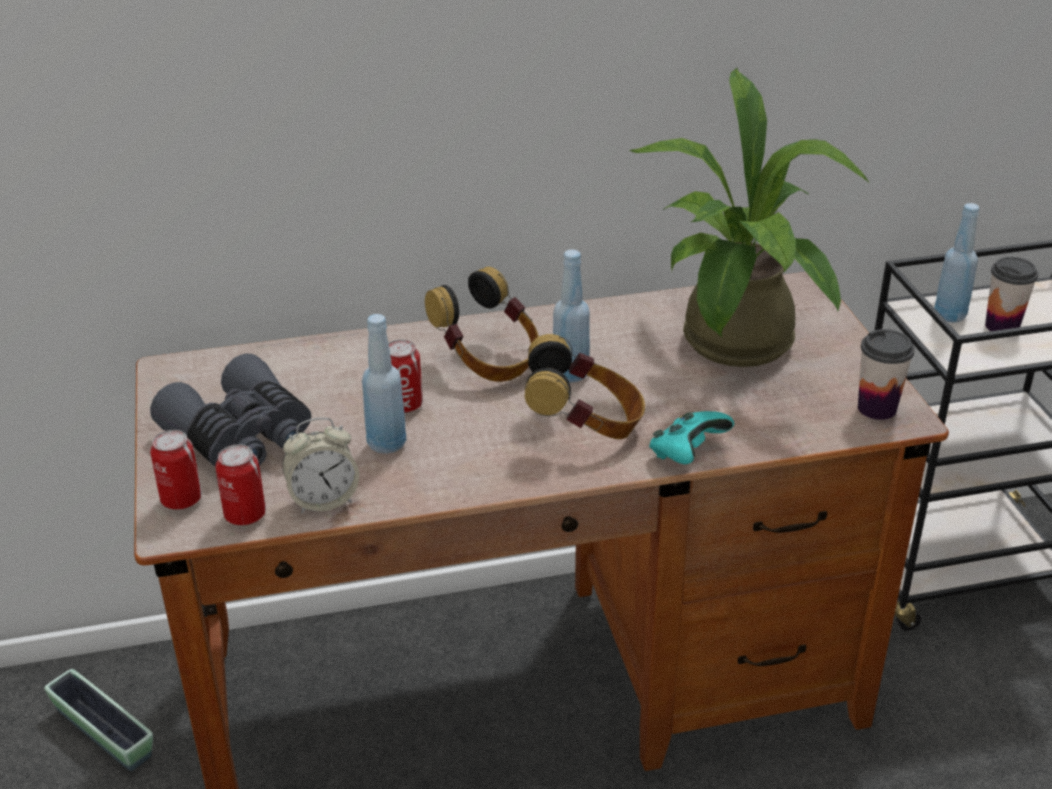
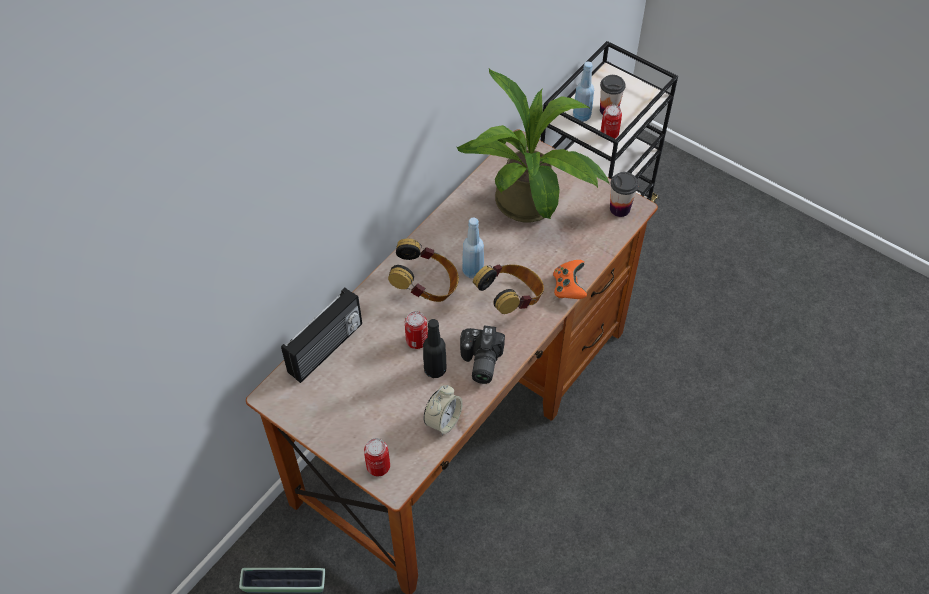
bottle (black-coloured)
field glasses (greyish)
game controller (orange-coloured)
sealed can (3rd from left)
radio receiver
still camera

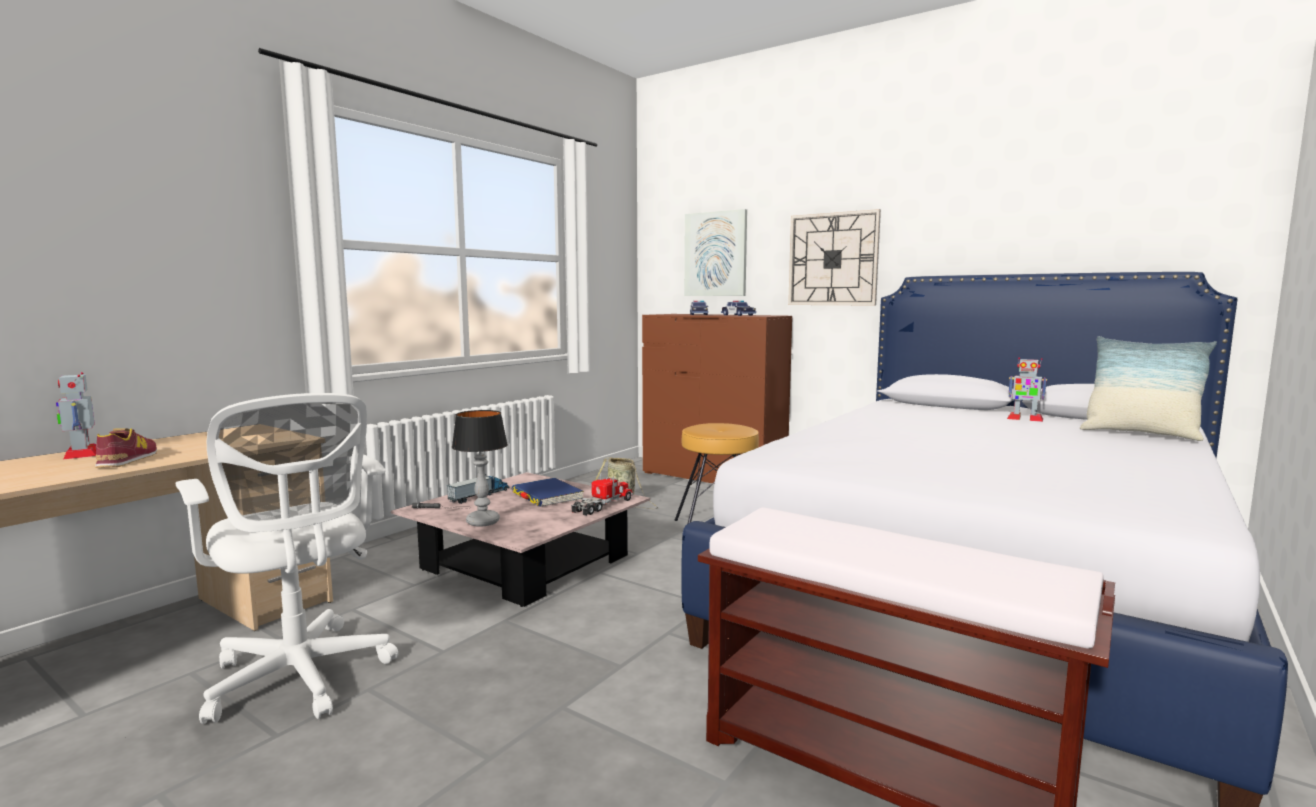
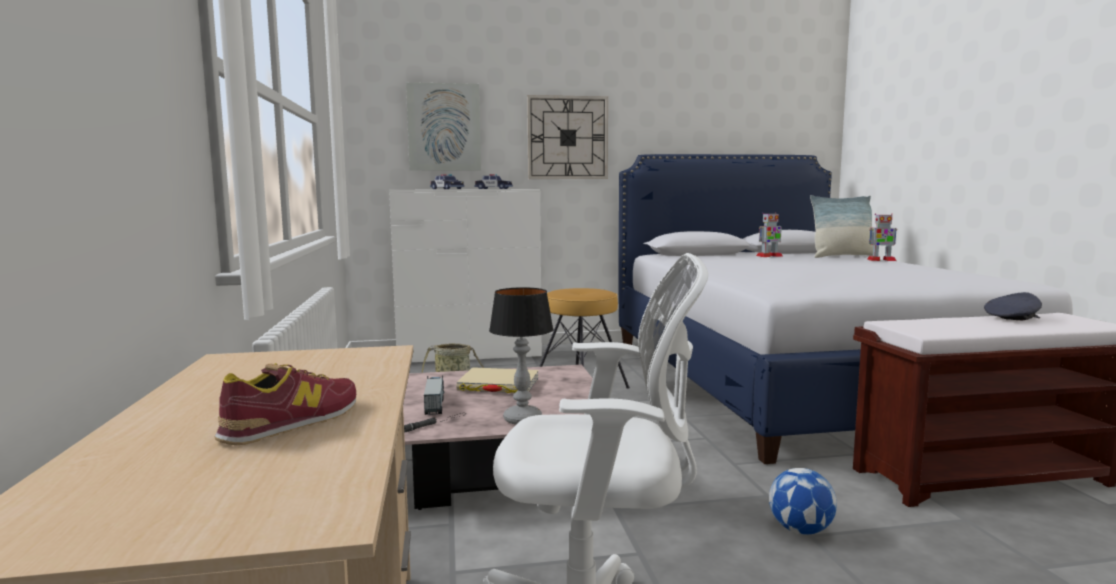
chest of drawers (white-coloured)
model robot (2nd from left)
low shoe
toy lorry (2nd from left in the first image)
bound book (beige-coloured)
peaked cap (greyish)
football ball

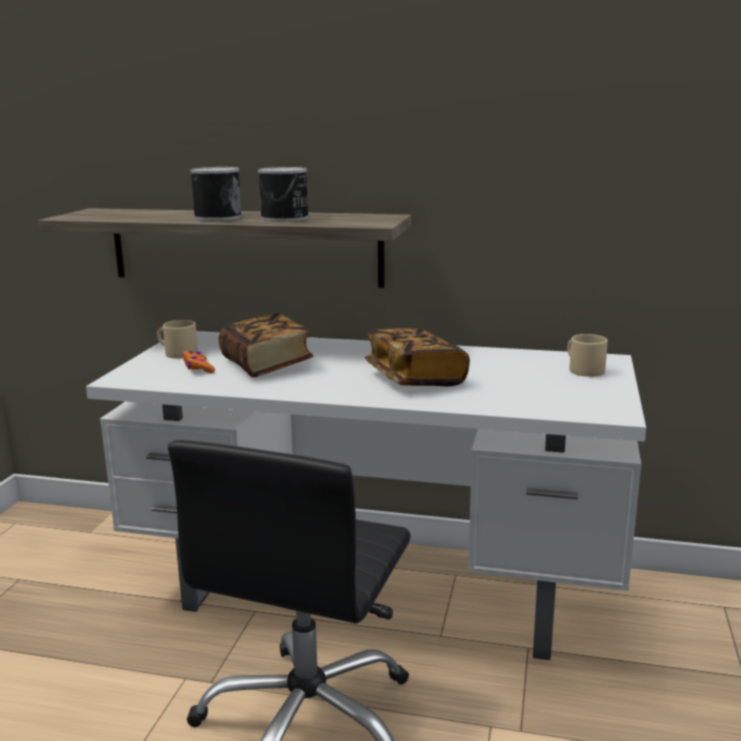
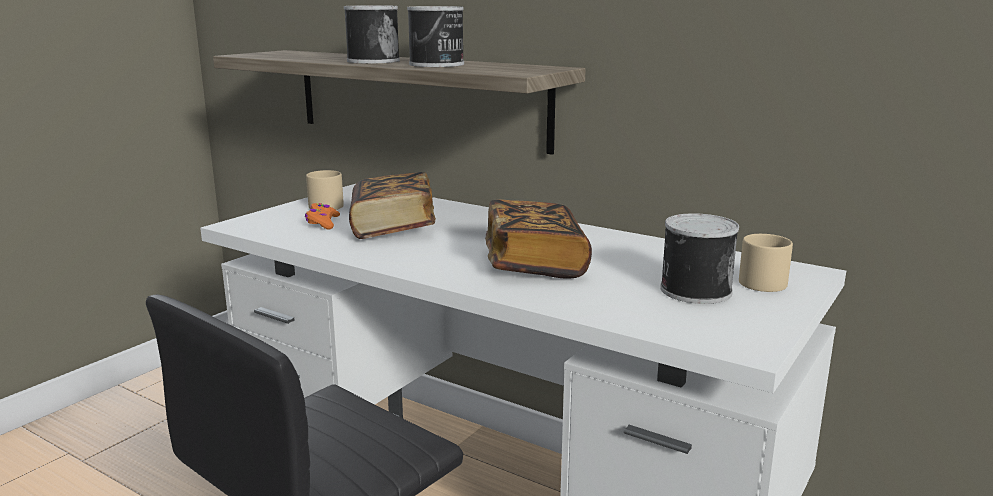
sealed can (3rd from left)

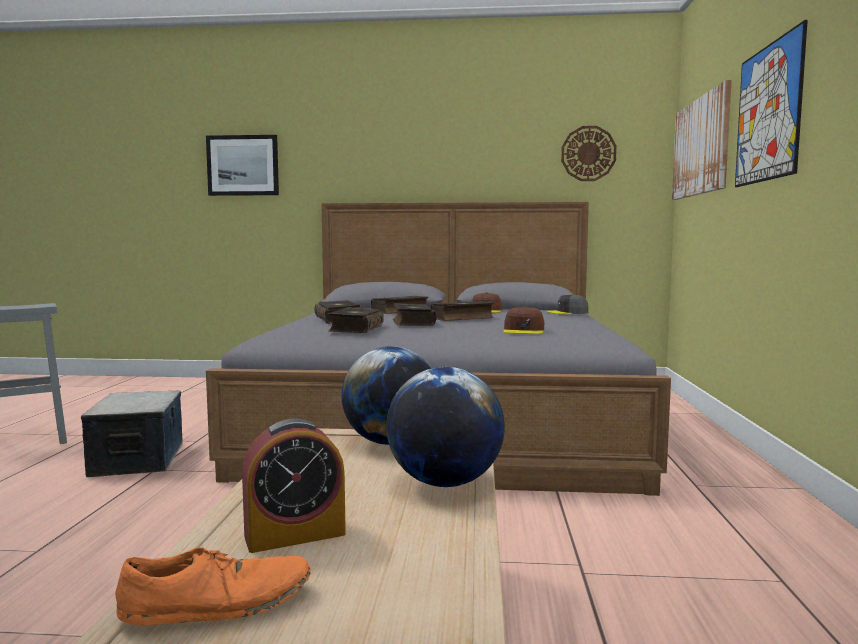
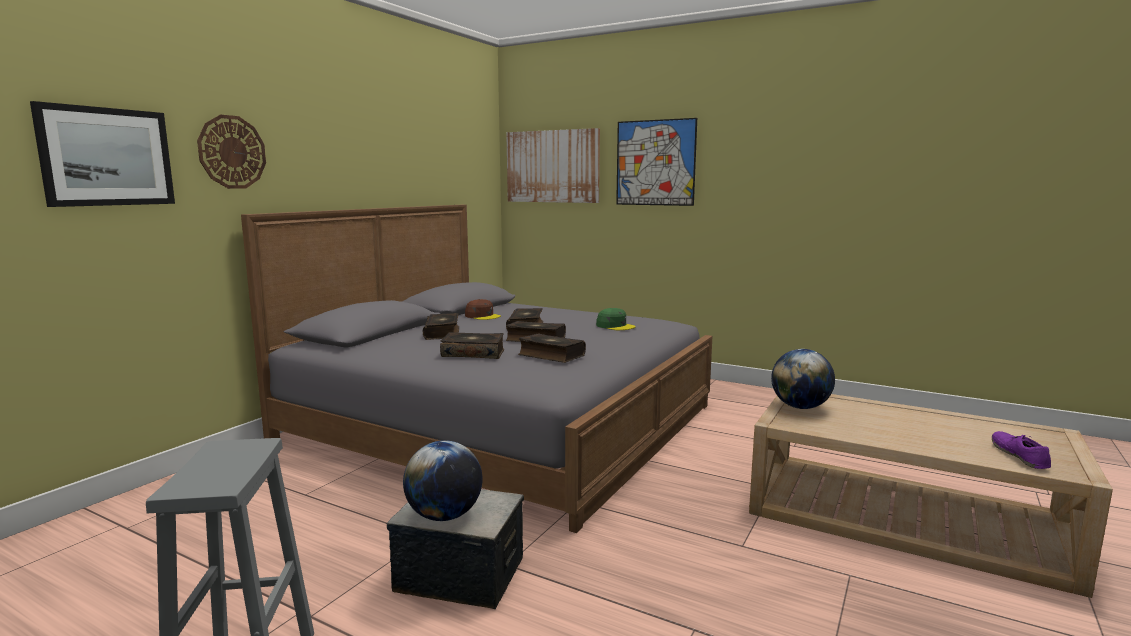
wall clock
peaked cap (greyish)
peaked cap (greenish)
world globe (1st from left)
alarm clock
low shoe (purplish)

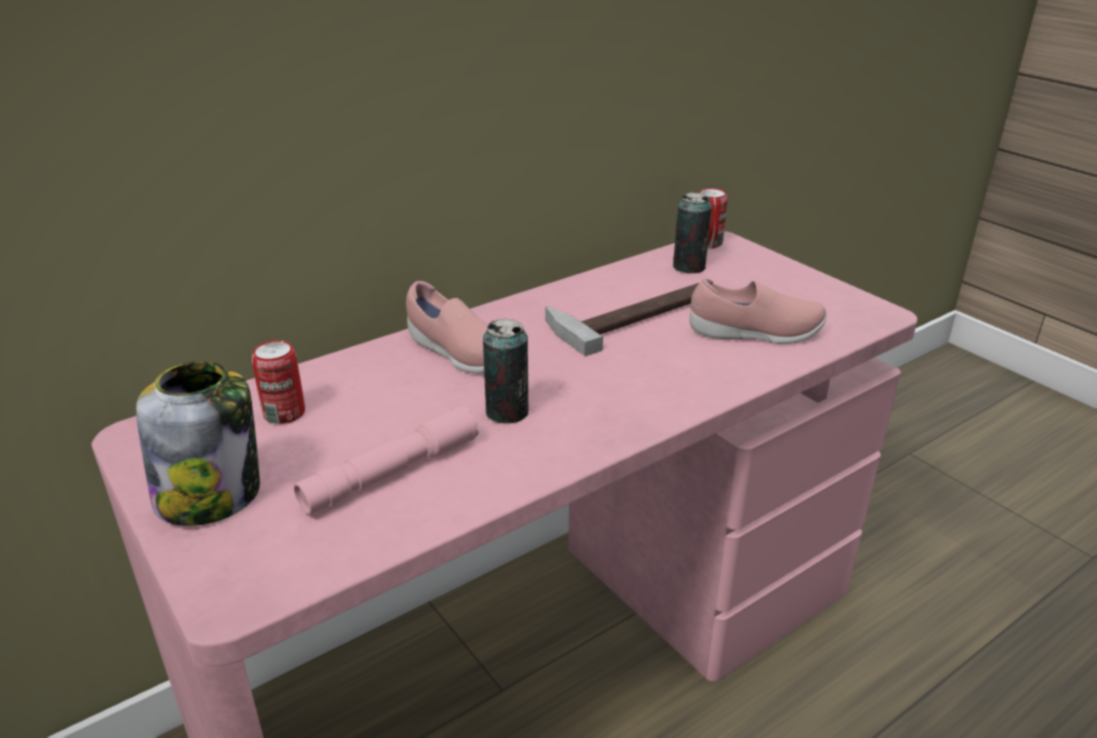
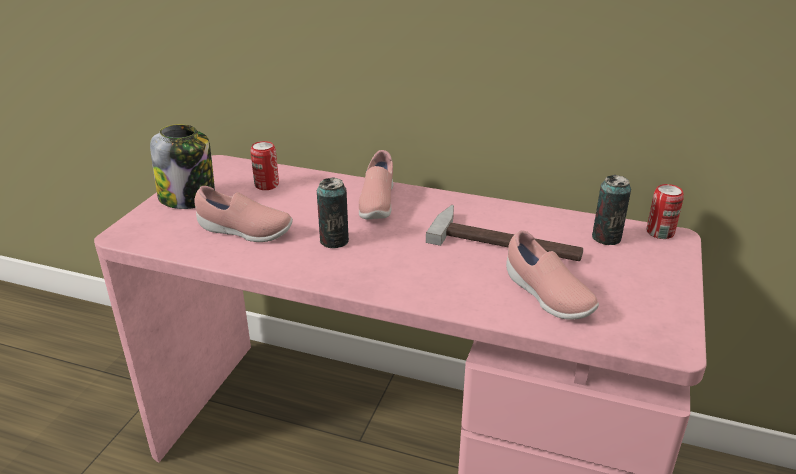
low shoe (pinkish) (1st from left)

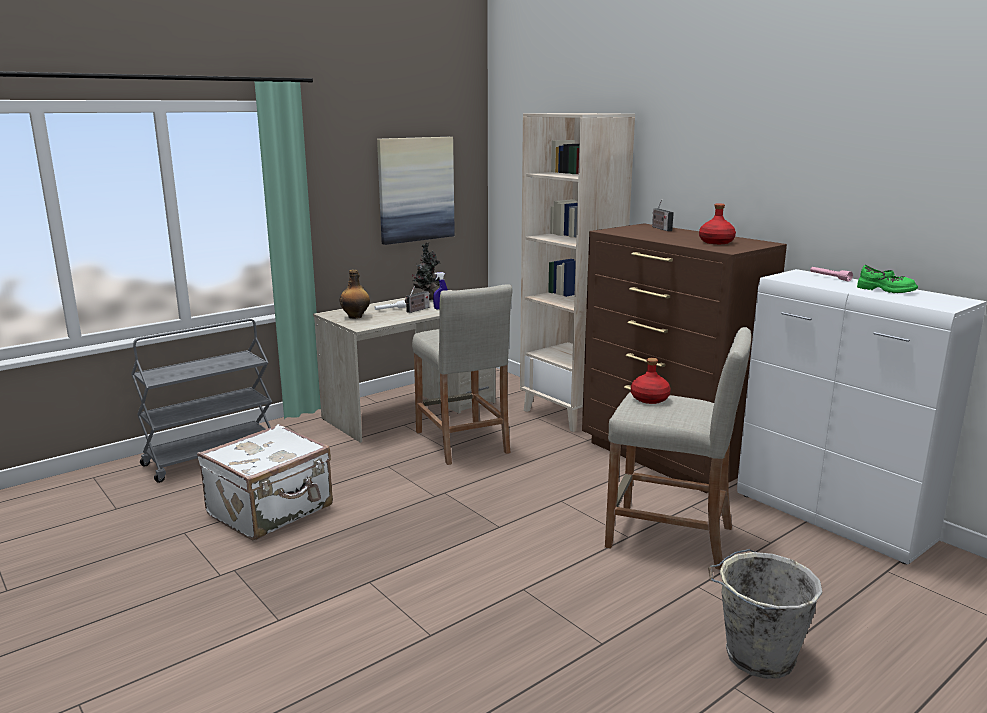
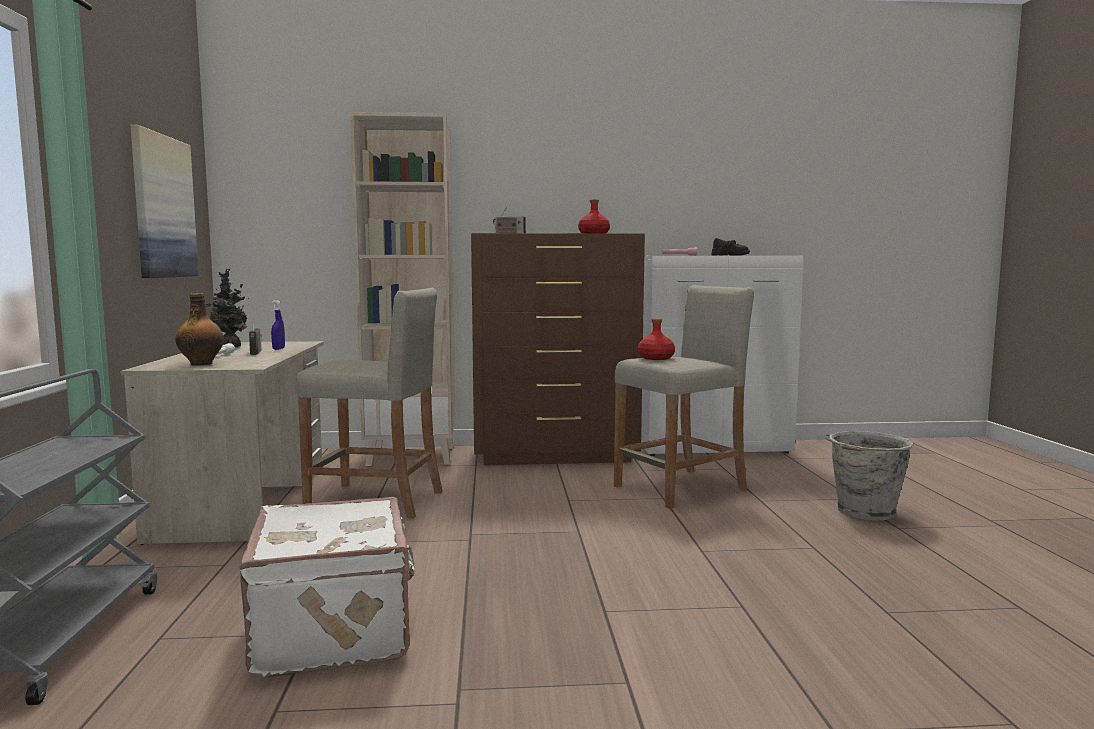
low shoe (black-coloured)

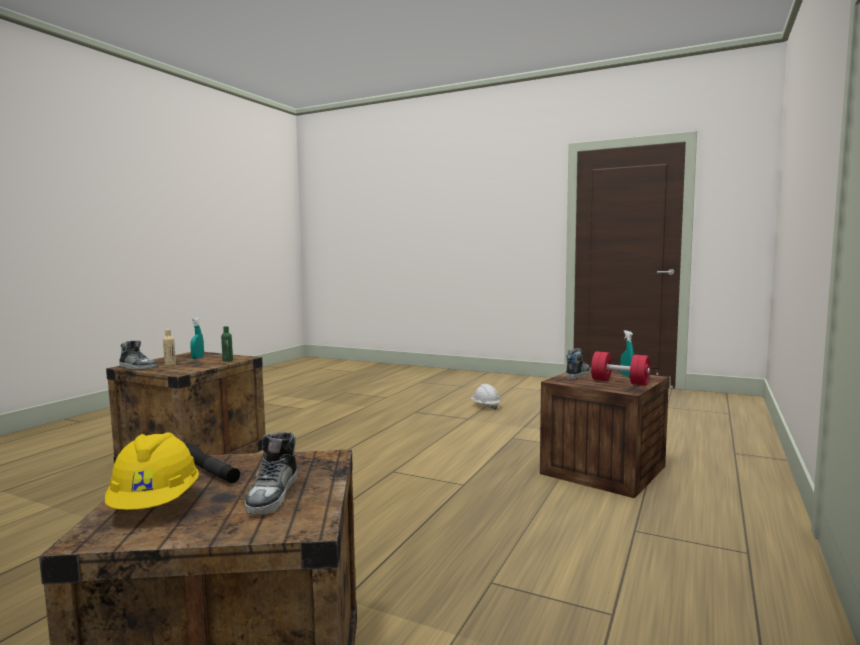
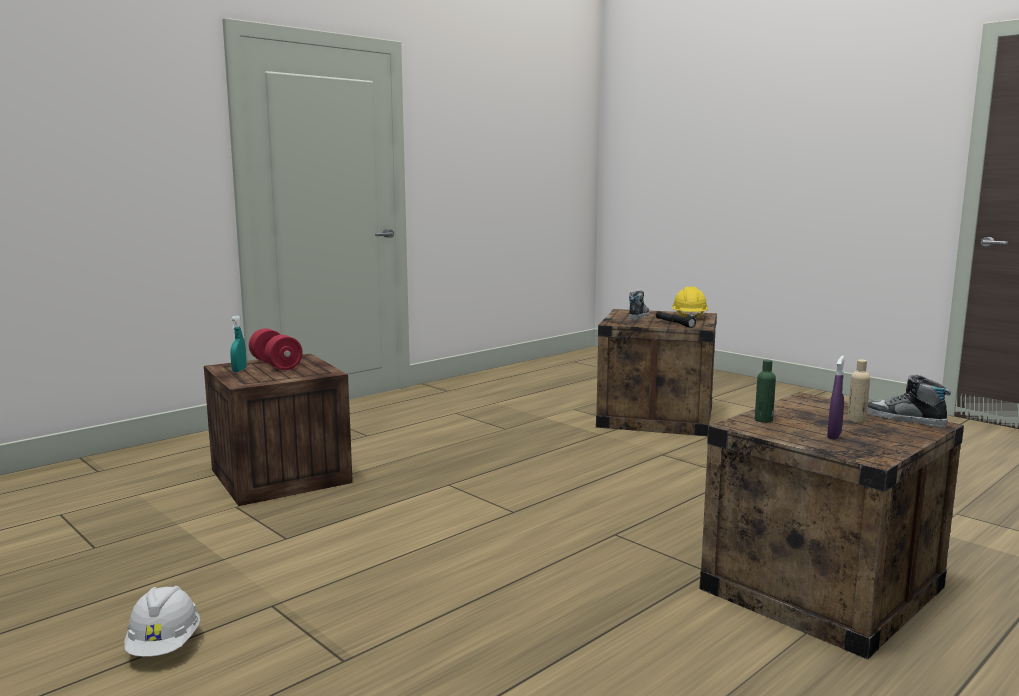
sprayer (purplish)
low shoe (3rd from left in the first image)

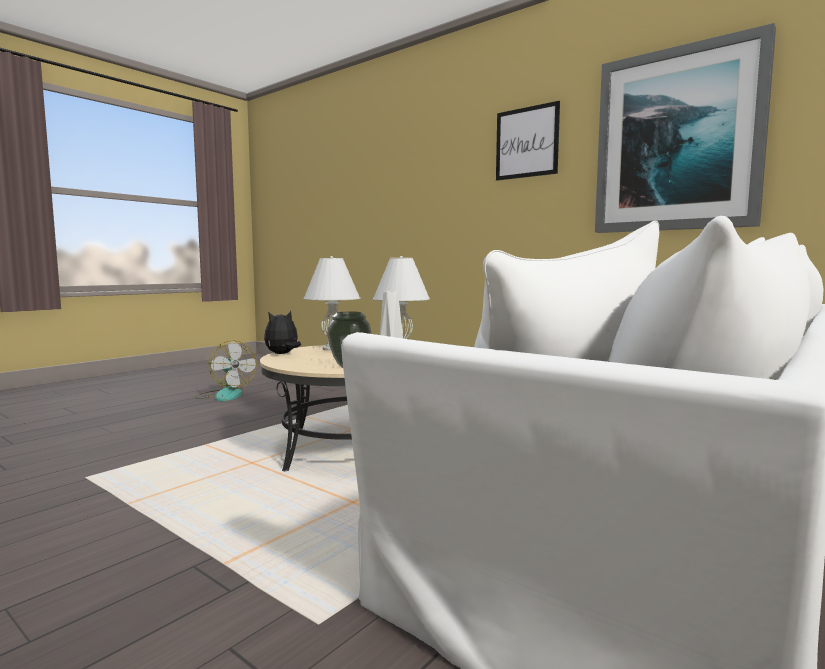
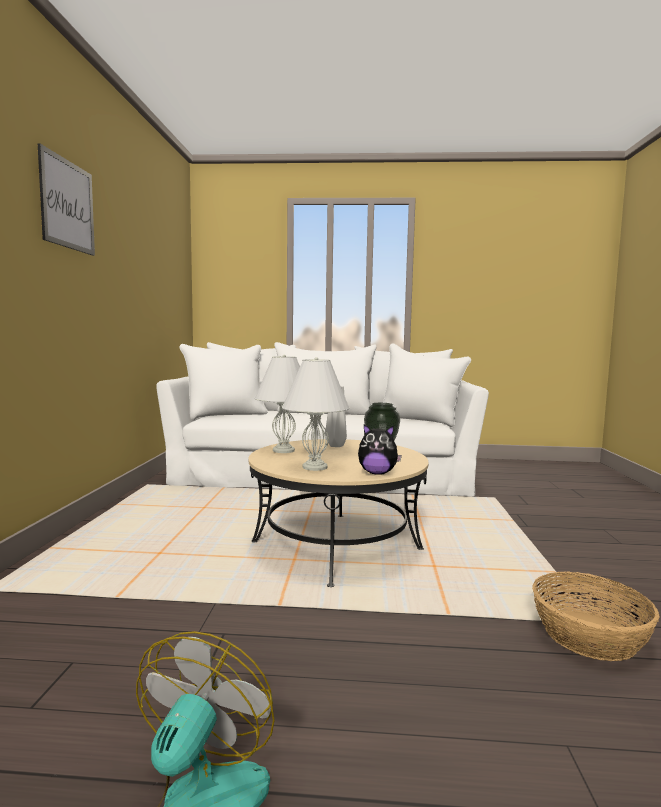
wall art (2nd from left in the first image)
storage basket

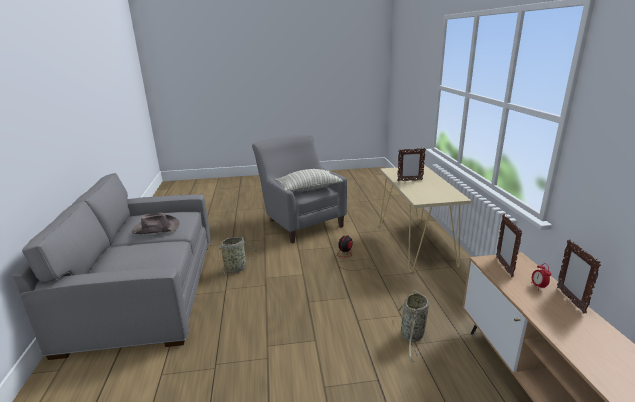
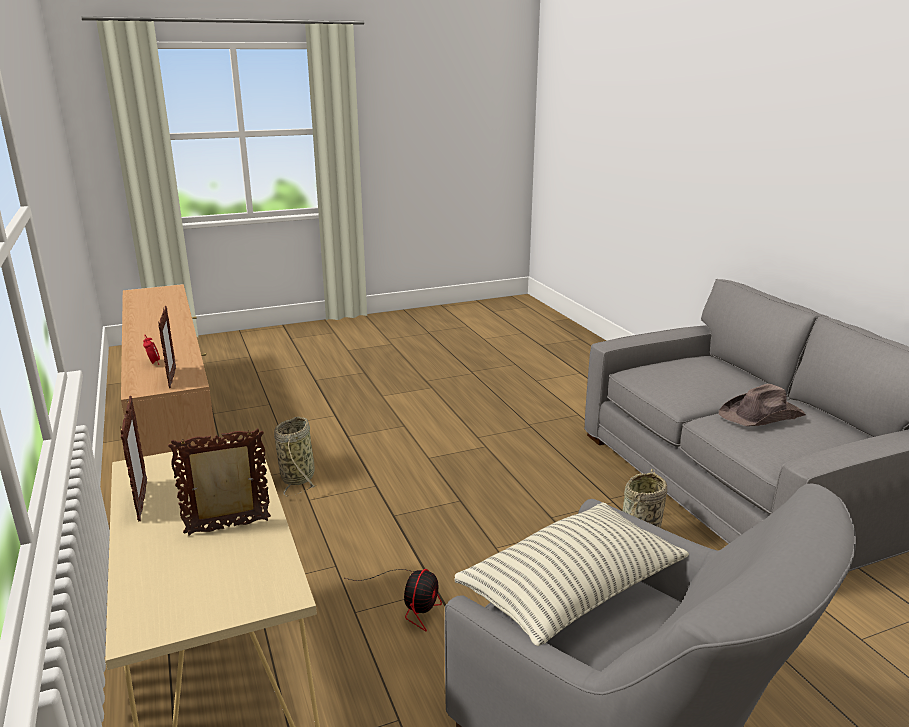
picture frame (1st from left)

